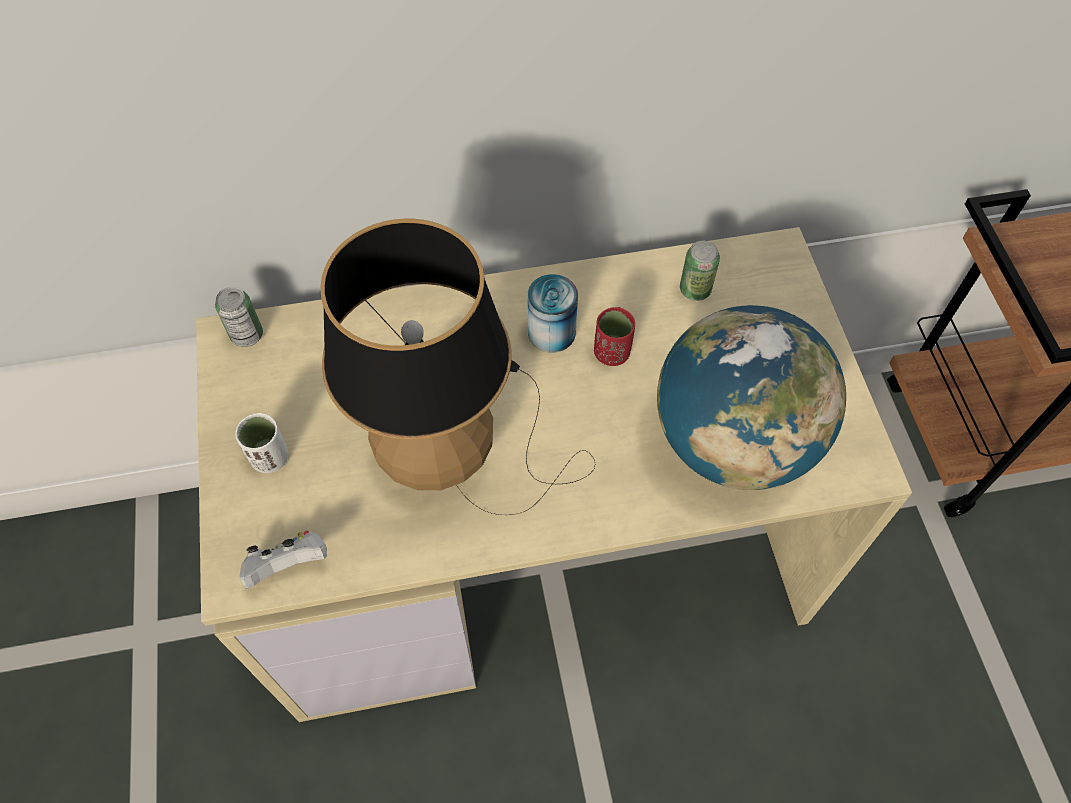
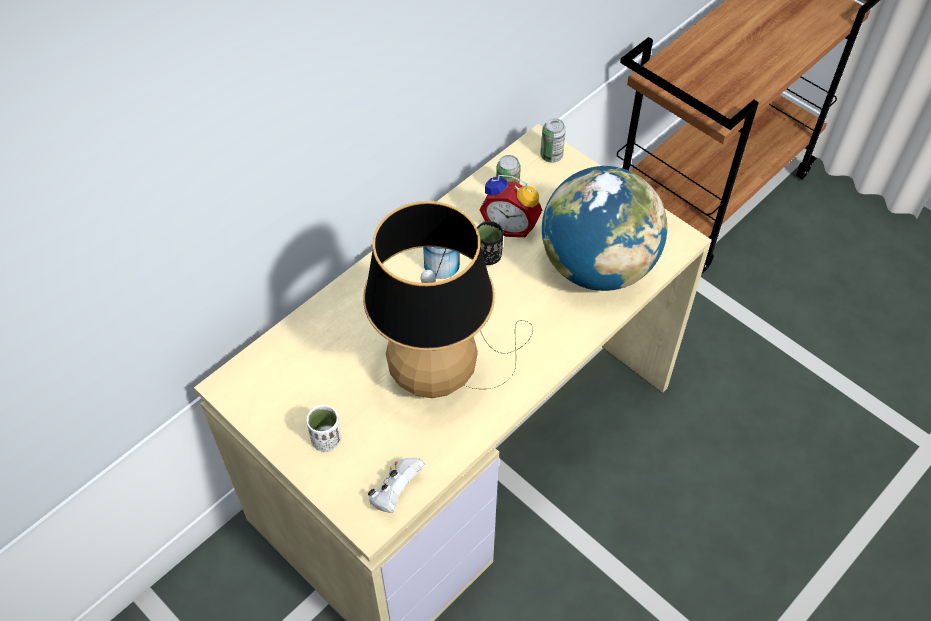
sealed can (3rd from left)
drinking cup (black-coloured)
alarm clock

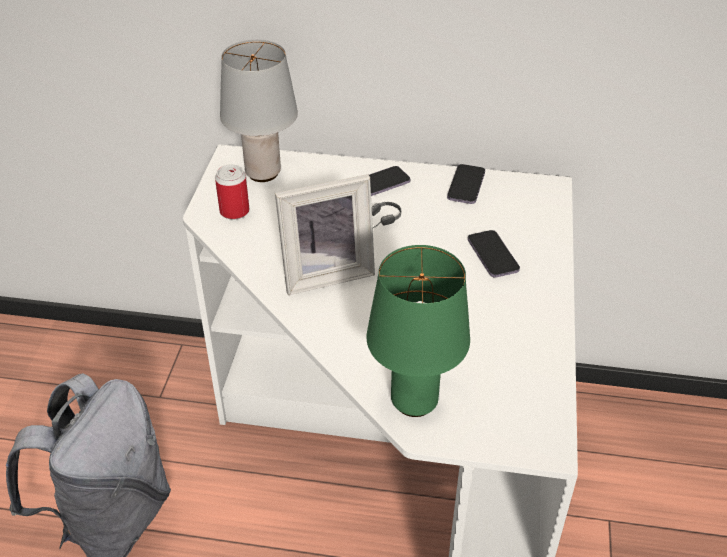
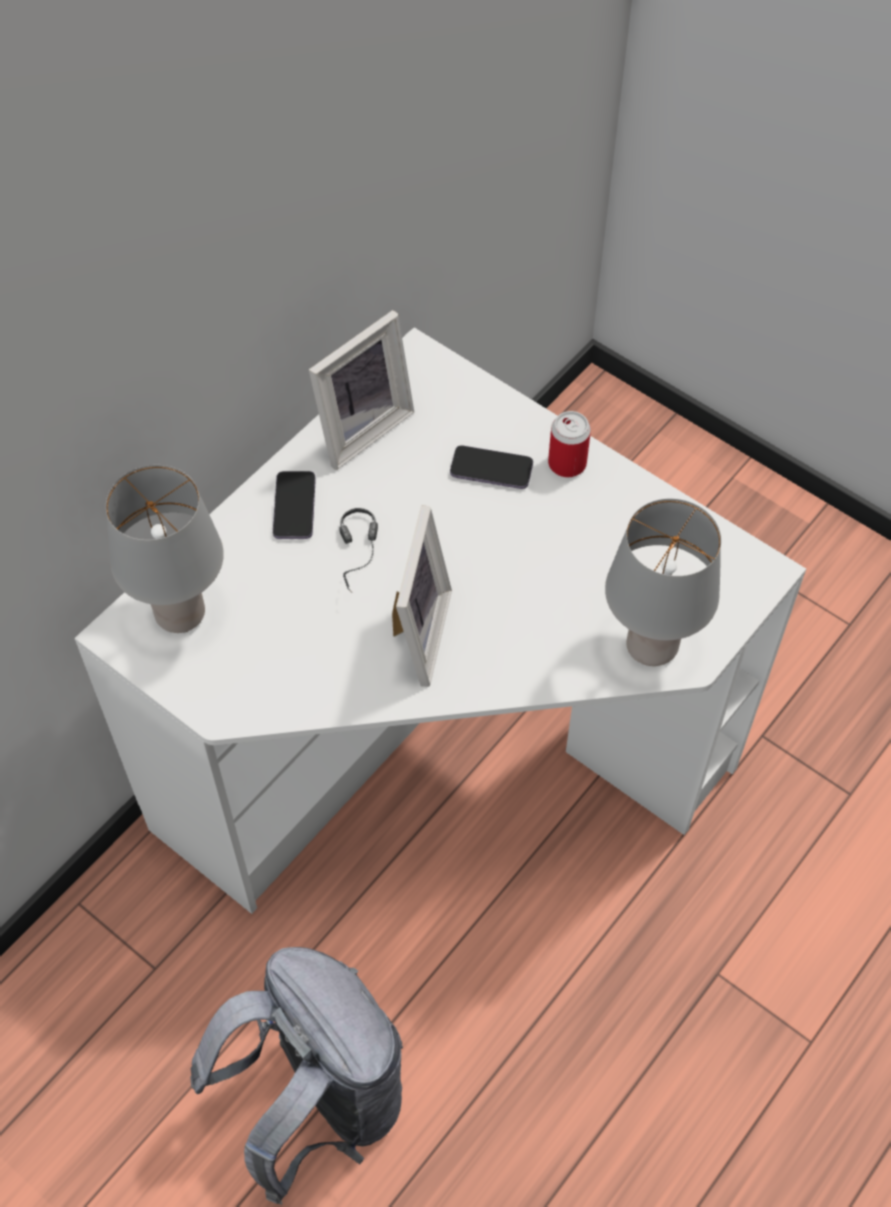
sealed can
picture frame (1st from left)
lamp for a table (greyish) (2nd from left)

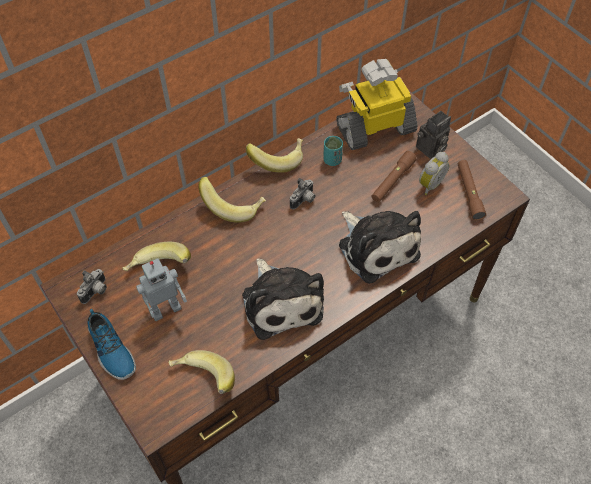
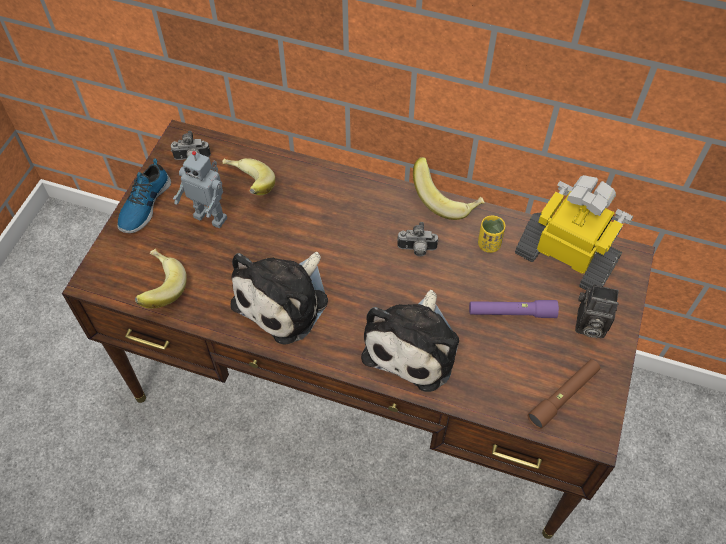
drinking cup (yellow)
flashlight (purplish)
alarm clock
whole banana (3rd from left in the first image)

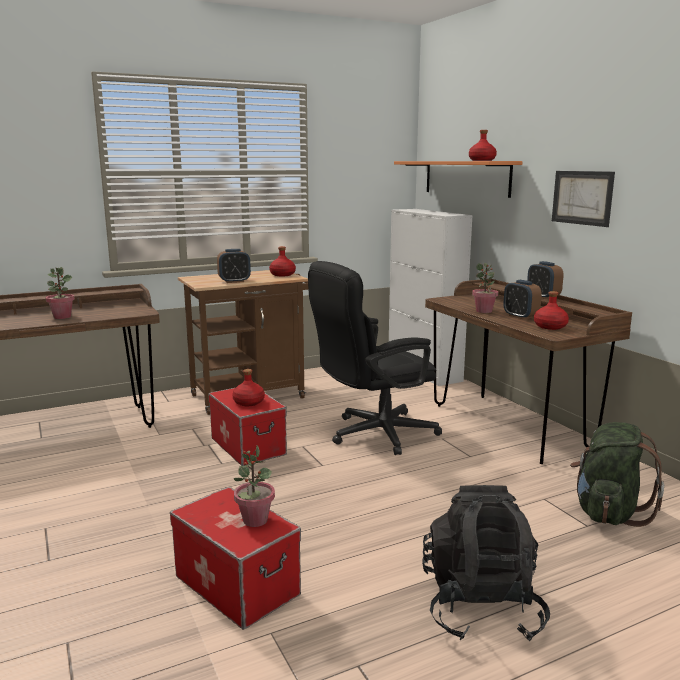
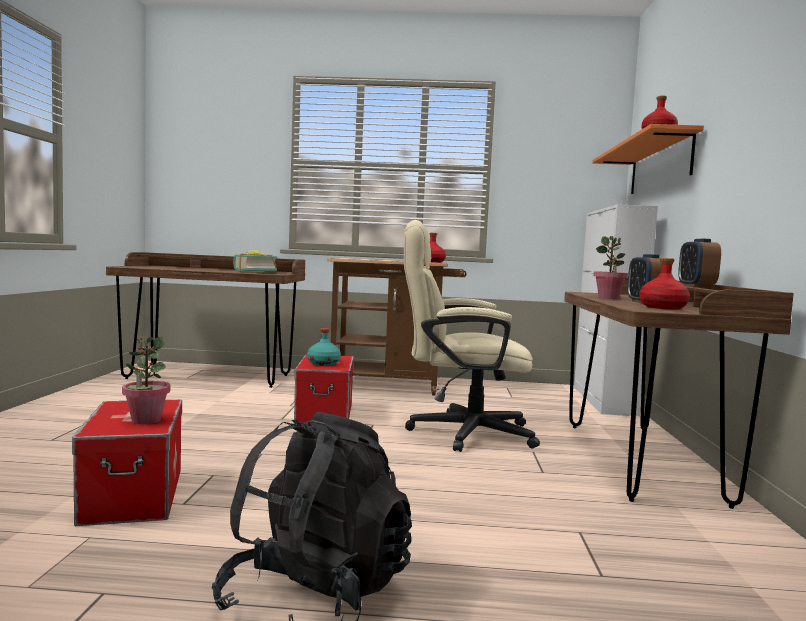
wall art
alarm clock (1st from left in the first image)
office chair (beige-coloured)
plant in a pot (1st from left in the first image)
bottle (turquoise-coloured)
knapsack (greenish)
bound book

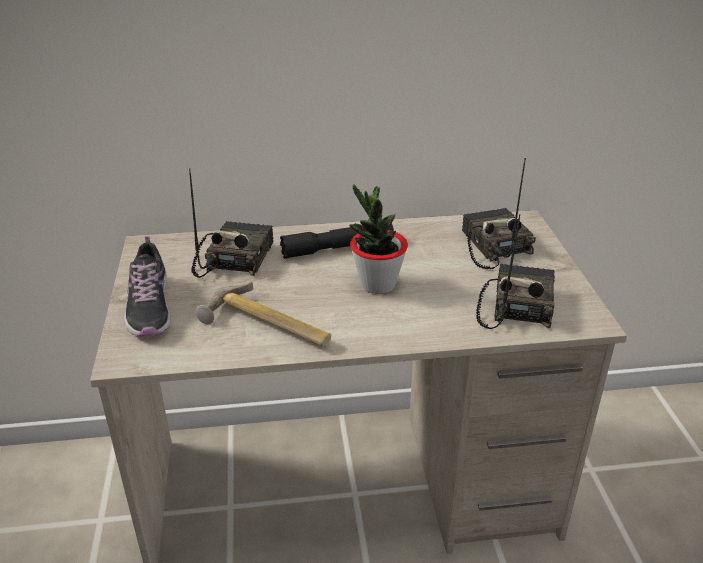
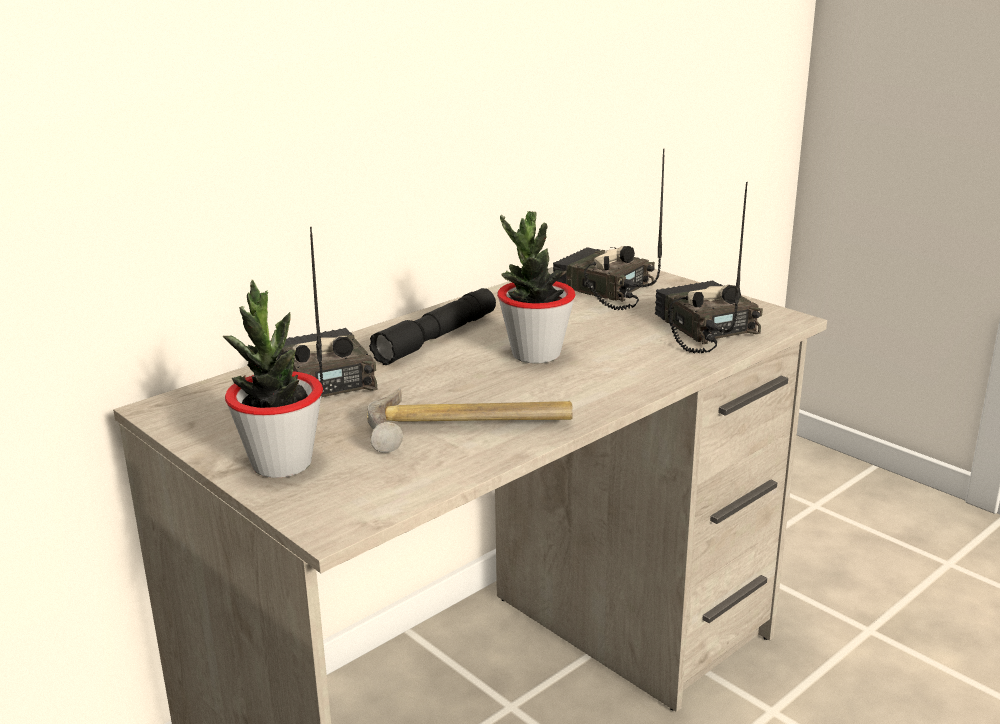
plant in a pot (1st from left)

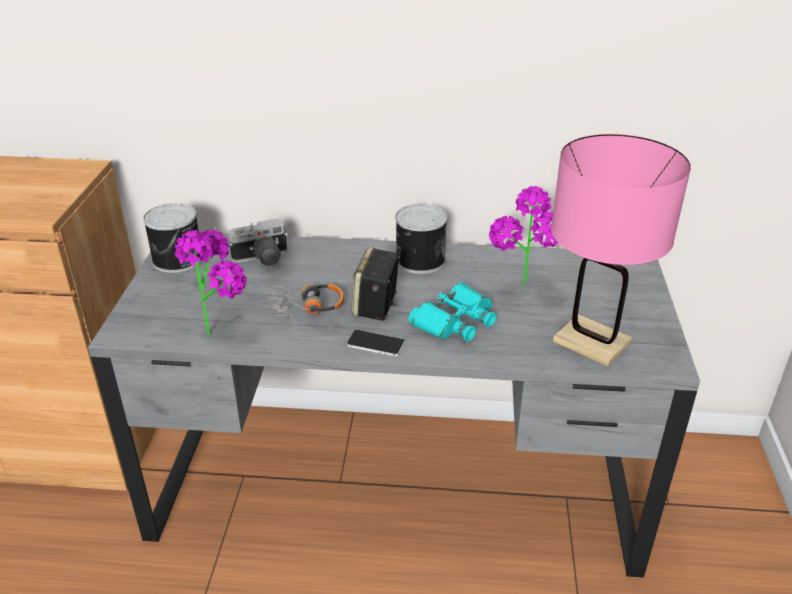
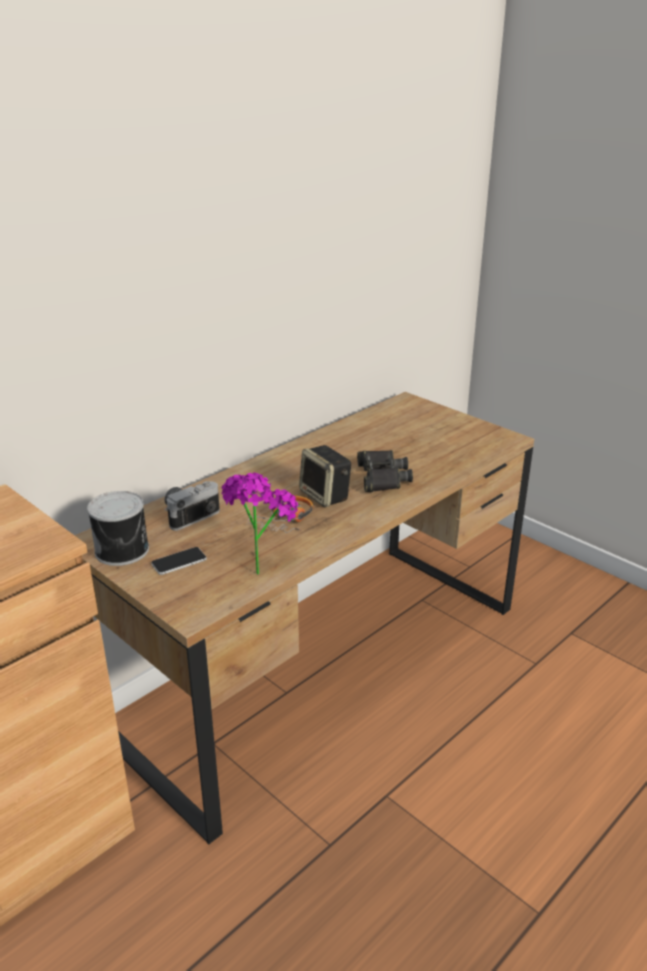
lamp for a table (pinkish)
plant in a pot (2nd from left in the first image)
sealed can (2nd from left in the first image)
still camera
desk (brownish)
field glasses (black-coloured)
phone

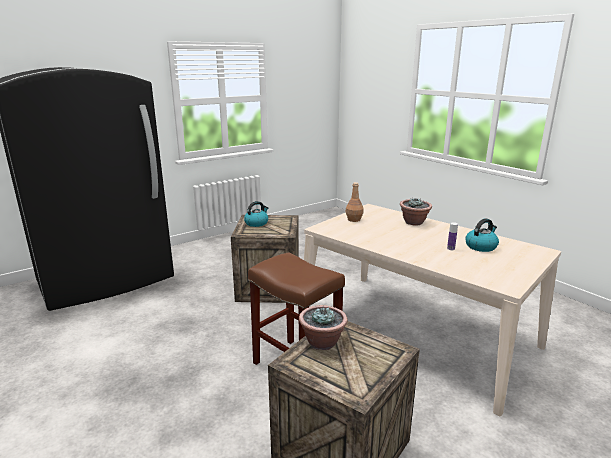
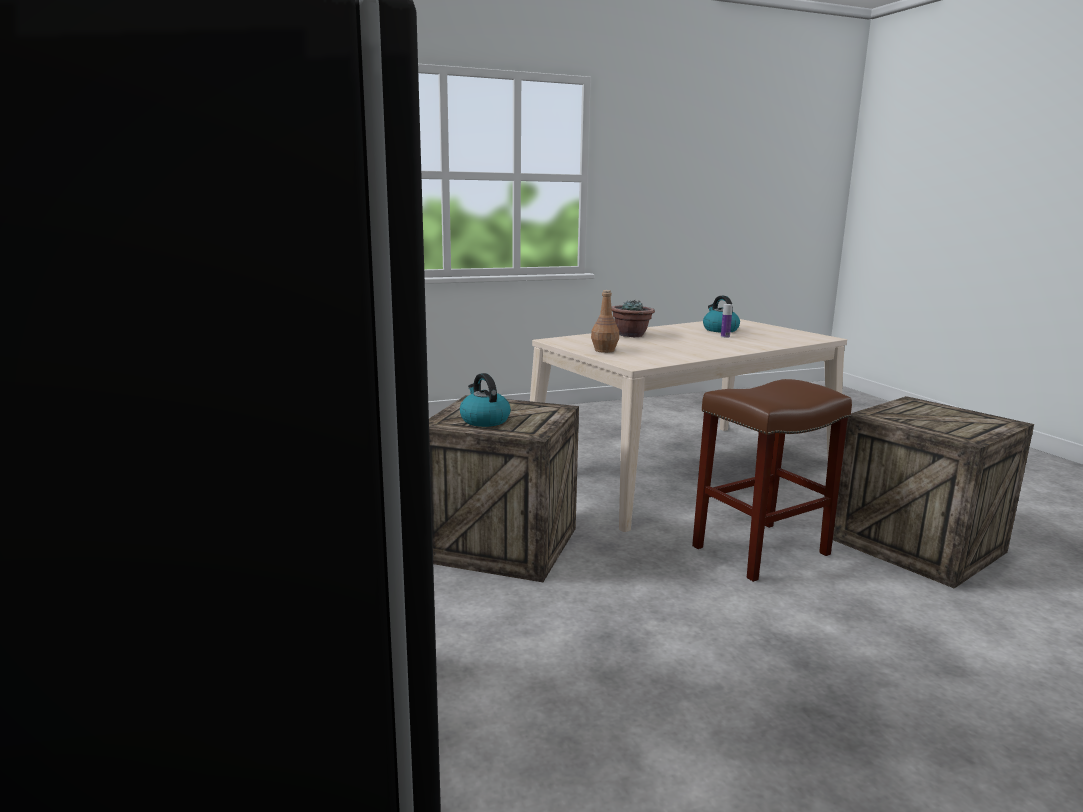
plant in a pot (1st from left in the first image)

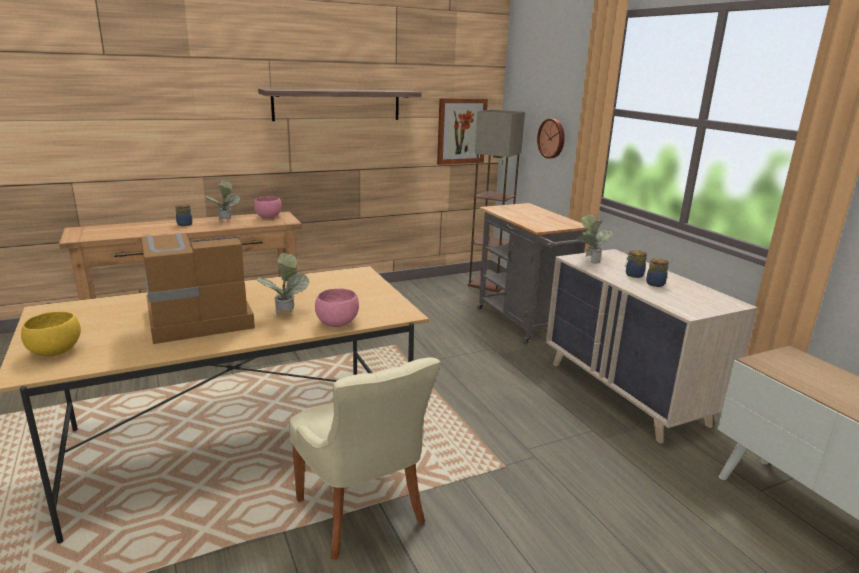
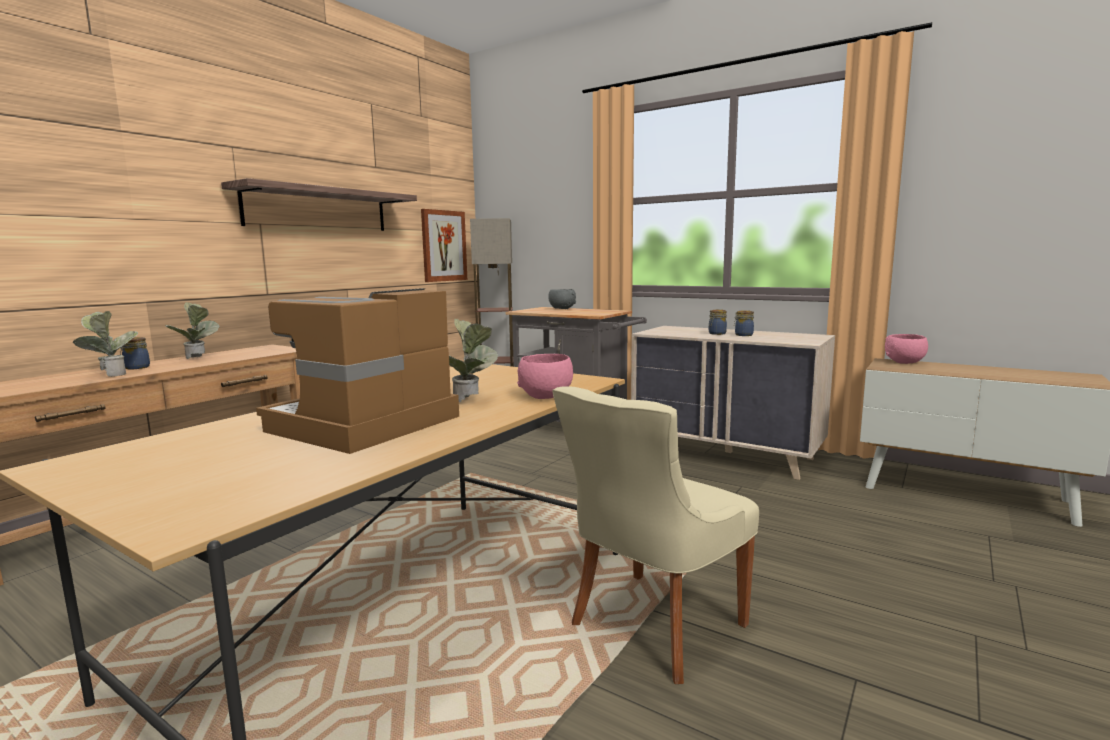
wall clock
bowl (pinkish) (2nd from left)
plant in a pot (1st from left)
bowl (yellow)
chair (beige-coloured)
bowl (greyish)

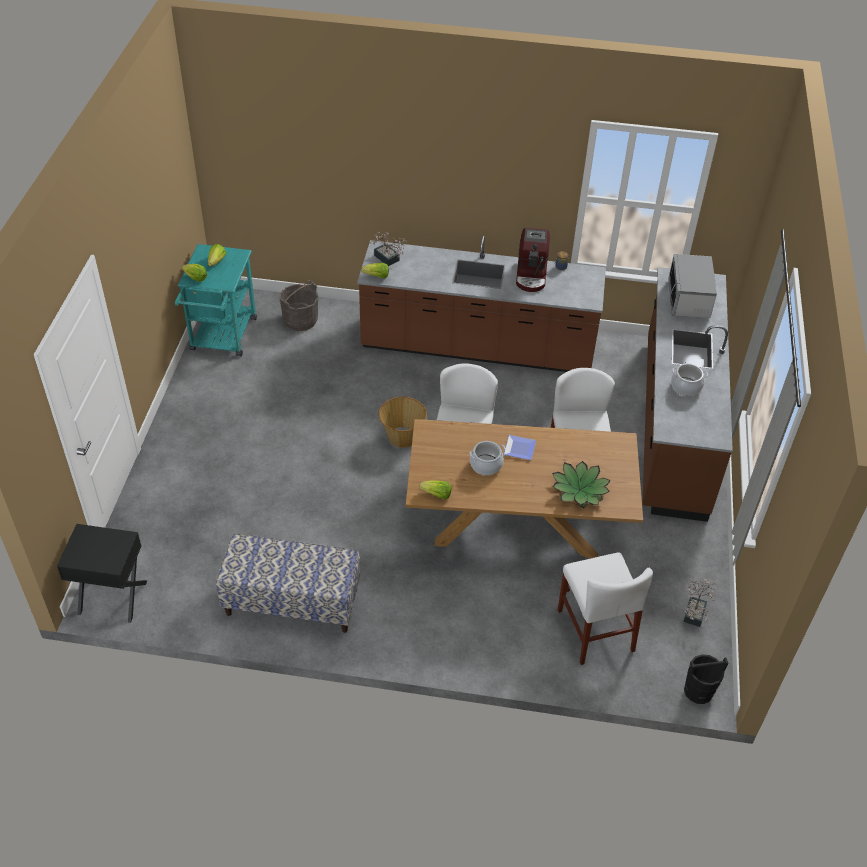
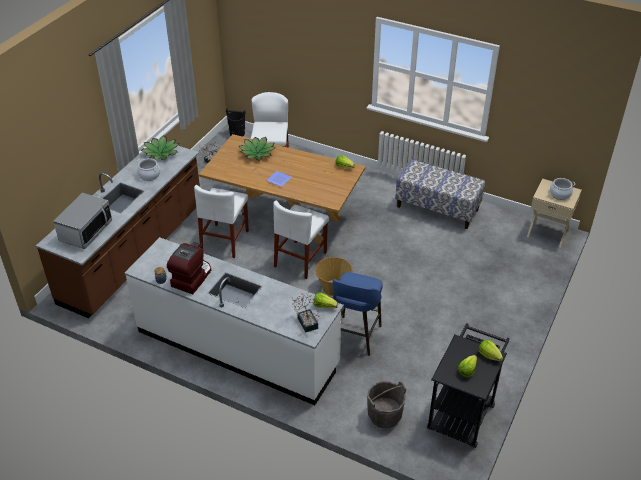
kitchen counter (white-coloured)
trolley (black-coloured)
saucepot (2nd from left)
night table (beige-coloured)
plant in a pot (1st from left)
sitting stool (blue)

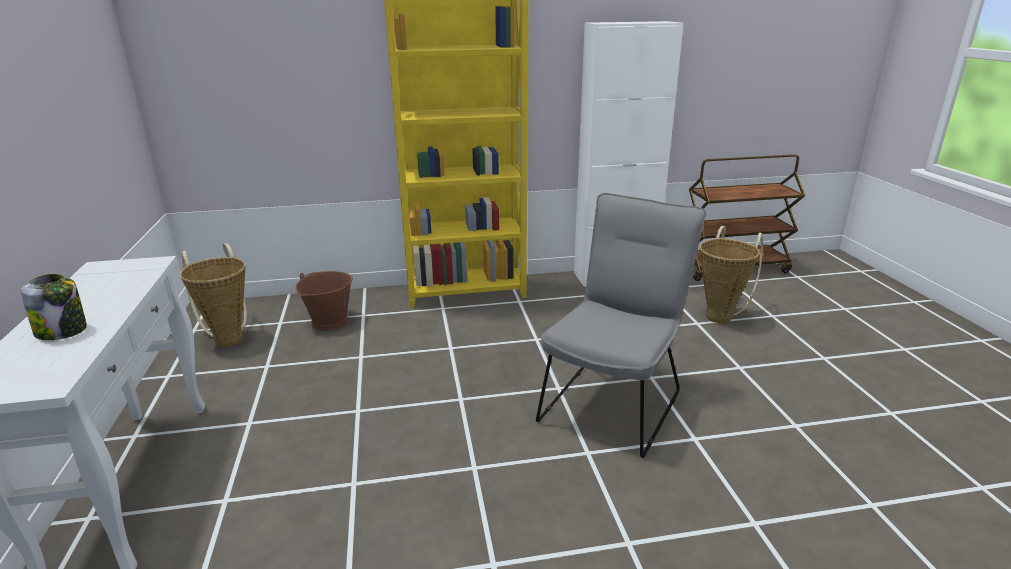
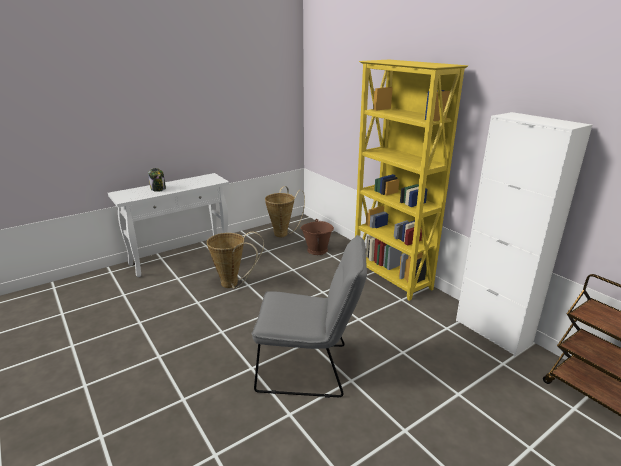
storage basket (1st from left)

